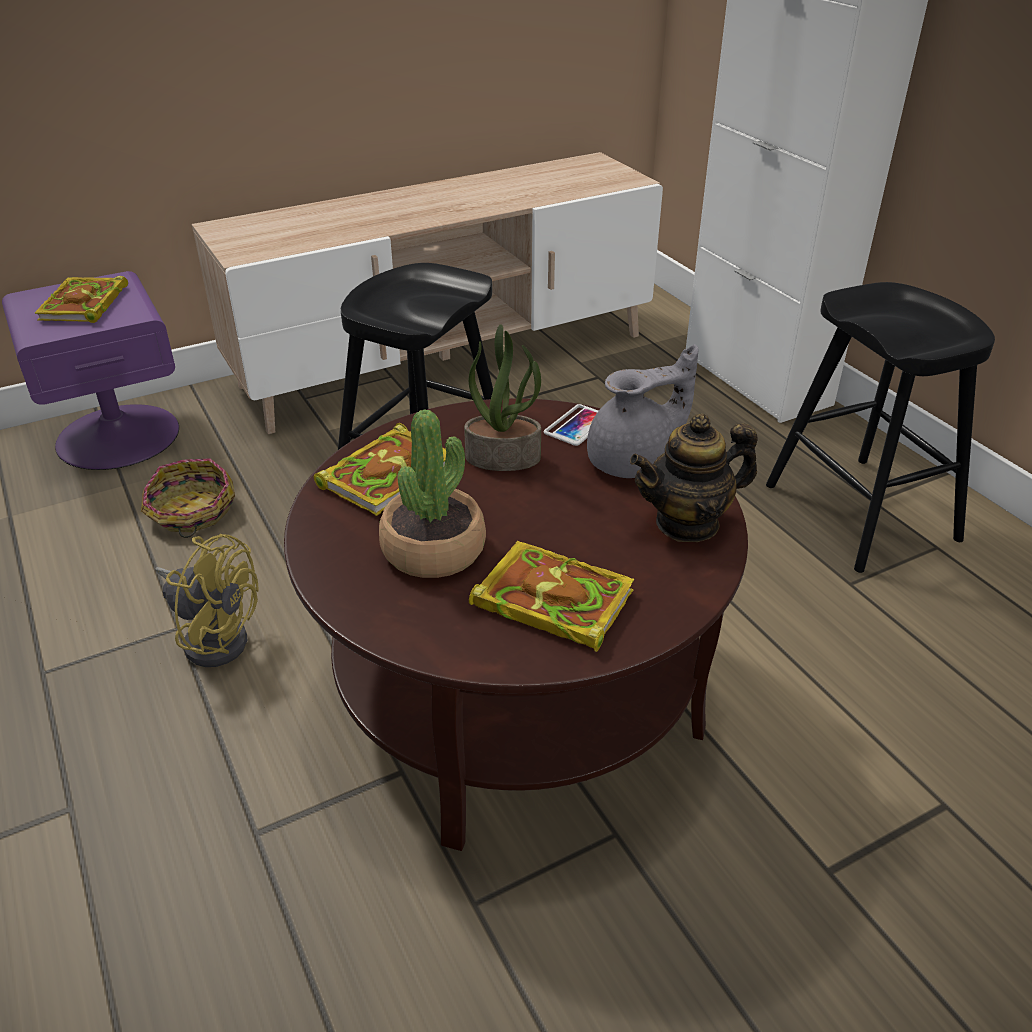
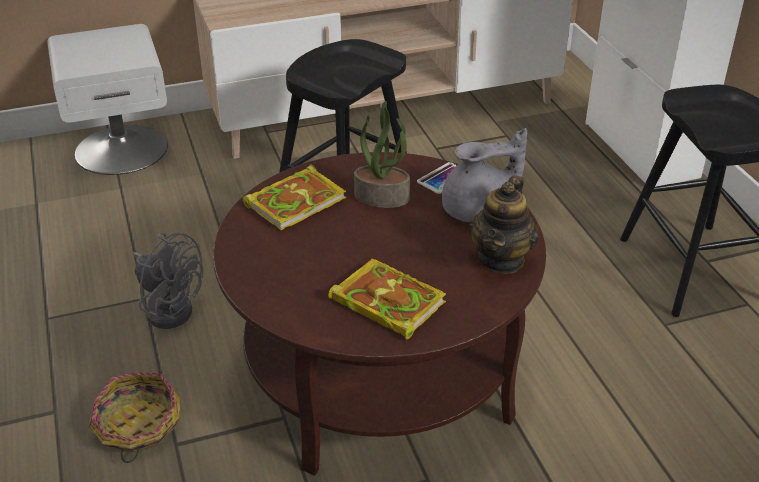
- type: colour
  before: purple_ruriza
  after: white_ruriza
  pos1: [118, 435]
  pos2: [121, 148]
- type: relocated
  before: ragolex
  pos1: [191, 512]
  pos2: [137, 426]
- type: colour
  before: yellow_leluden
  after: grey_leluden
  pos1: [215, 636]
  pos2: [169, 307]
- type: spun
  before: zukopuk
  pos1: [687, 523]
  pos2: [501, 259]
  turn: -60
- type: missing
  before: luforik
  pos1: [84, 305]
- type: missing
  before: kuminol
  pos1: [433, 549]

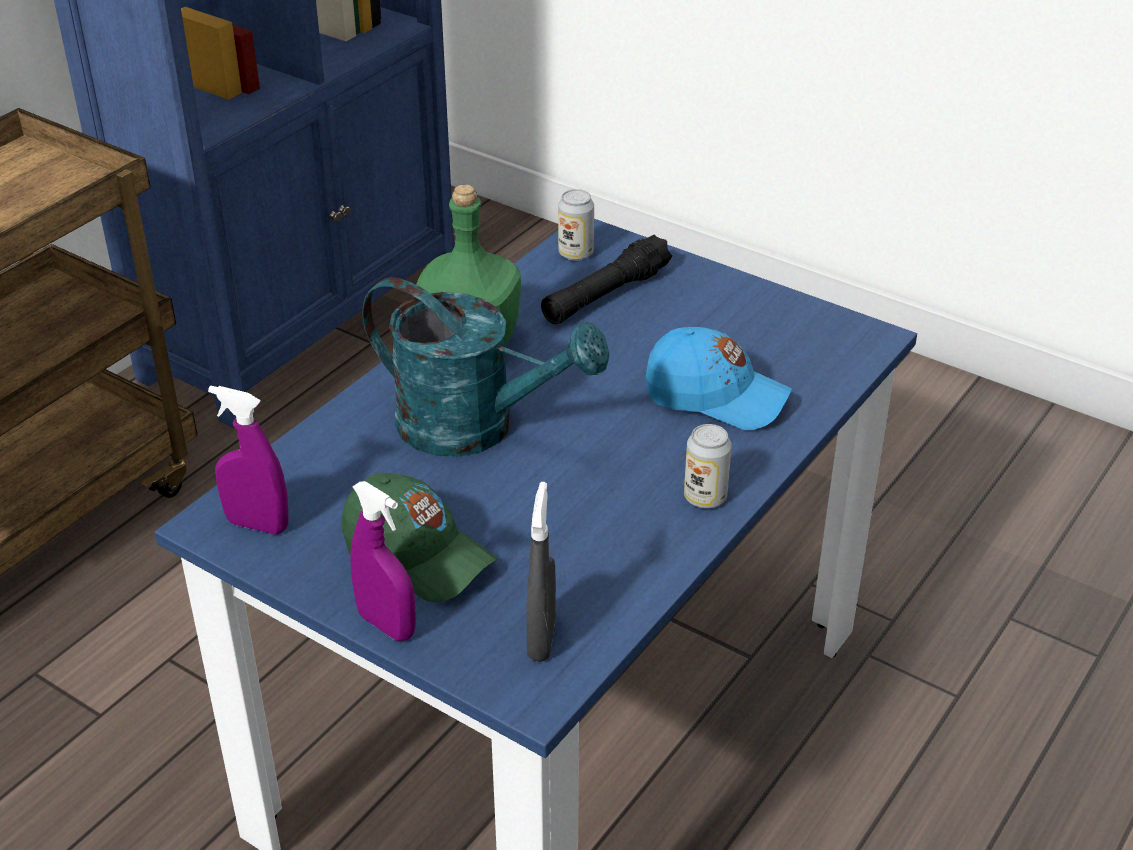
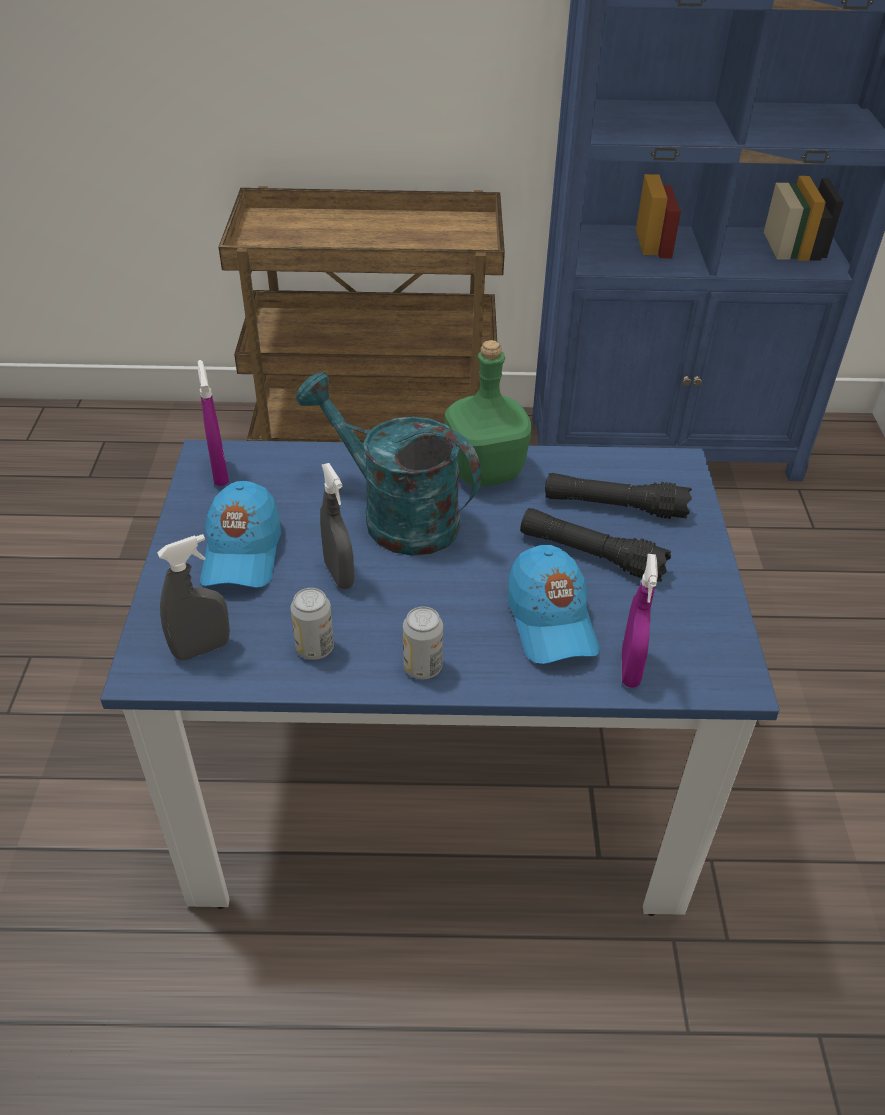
- type: colour
  before: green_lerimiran
  after: blue_lerimiran
  pos1: [418, 556]
  pos2: [242, 553]
- type: relocated
  before: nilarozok
  pos1: [576, 253]
  pos2: [315, 648]
- type: spun
  before: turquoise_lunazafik
  pos1: [475, 427]
  pos2: [395, 516]
  turn: 135
- type: appeared
  after: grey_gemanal
  pos2: [339, 575]
- type: appeared
  after: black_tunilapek
  pos2: [591, 555]
- type: relocated
  before: purple_gemanal
  pos1: [386, 625]
  pos2: [630, 669]

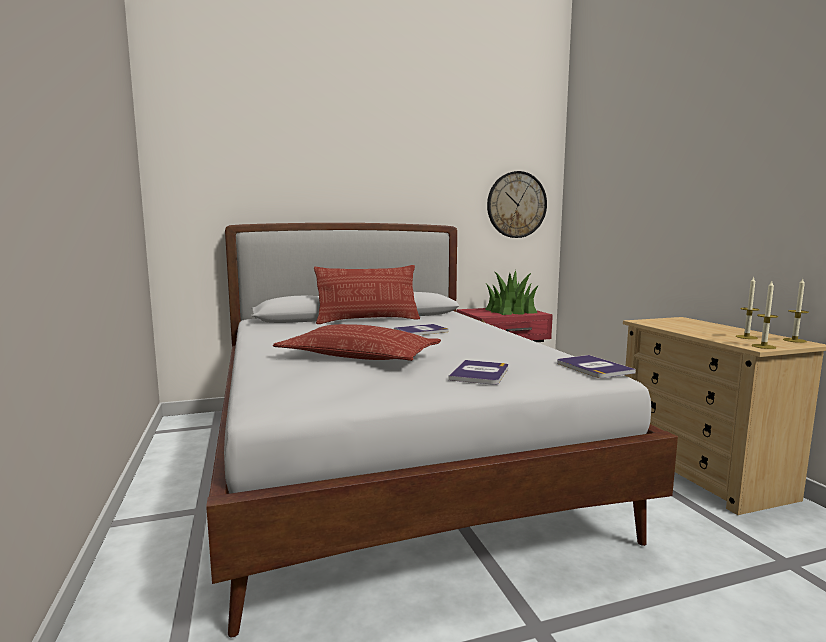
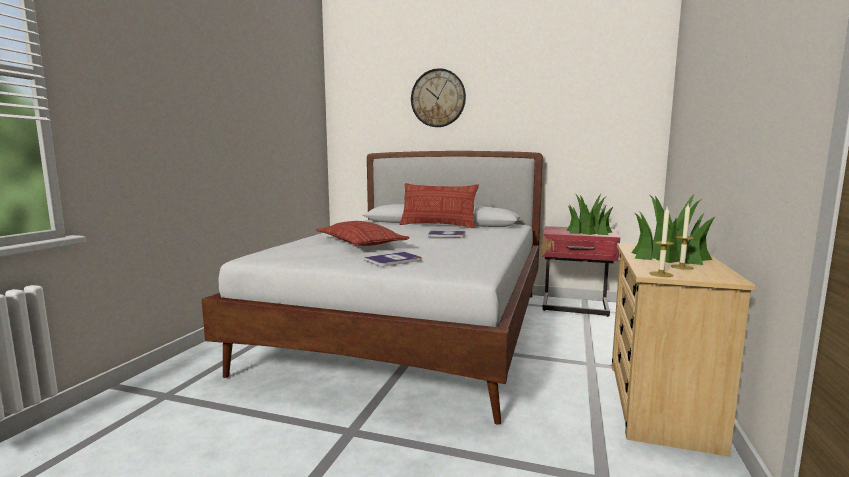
- type: relocated
  before: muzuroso
  pos1: [516, 205]
  pos2: [438, 98]
- type: appeared
  after: kuminol
  pos2: [669, 256]
- type: missing
  before: luforik
  pos1: [593, 368]
- type: missing
  before: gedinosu
  pos1: [794, 340]

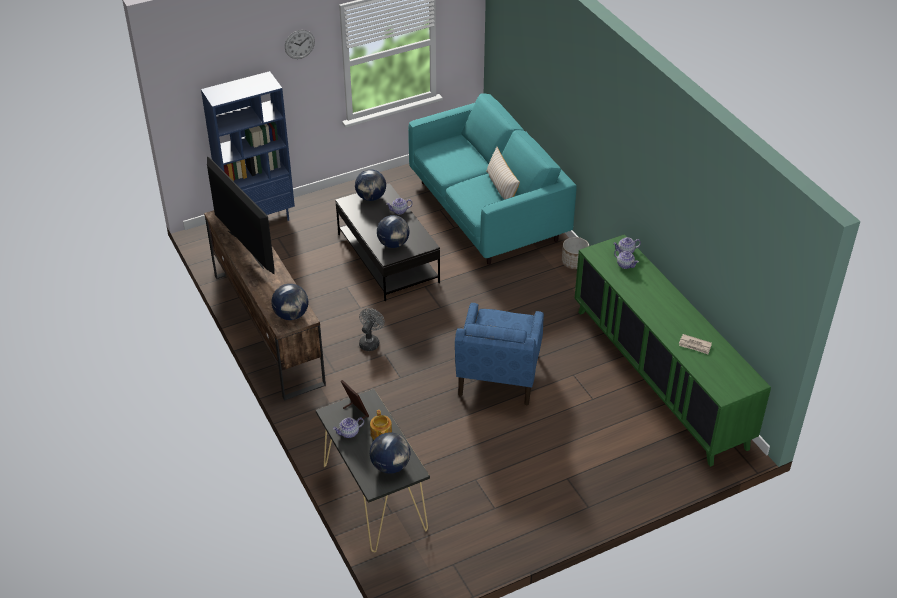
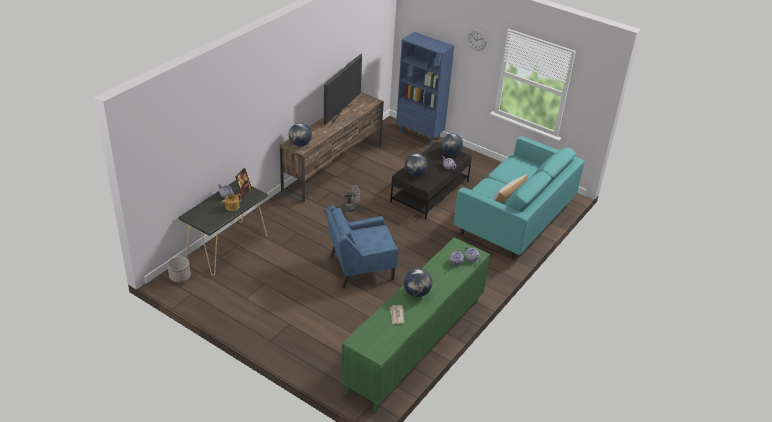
- type: relocated
  before: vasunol
  pos1: [574, 262]
  pos2: [180, 276]
- type: relocated
  before: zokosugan
  pos1: [391, 466]
  pos2: [416, 293]

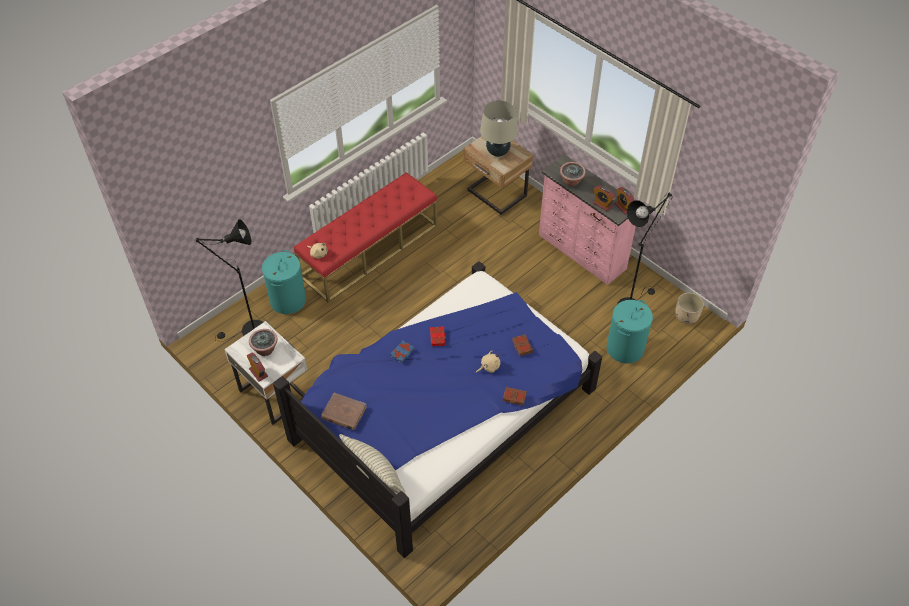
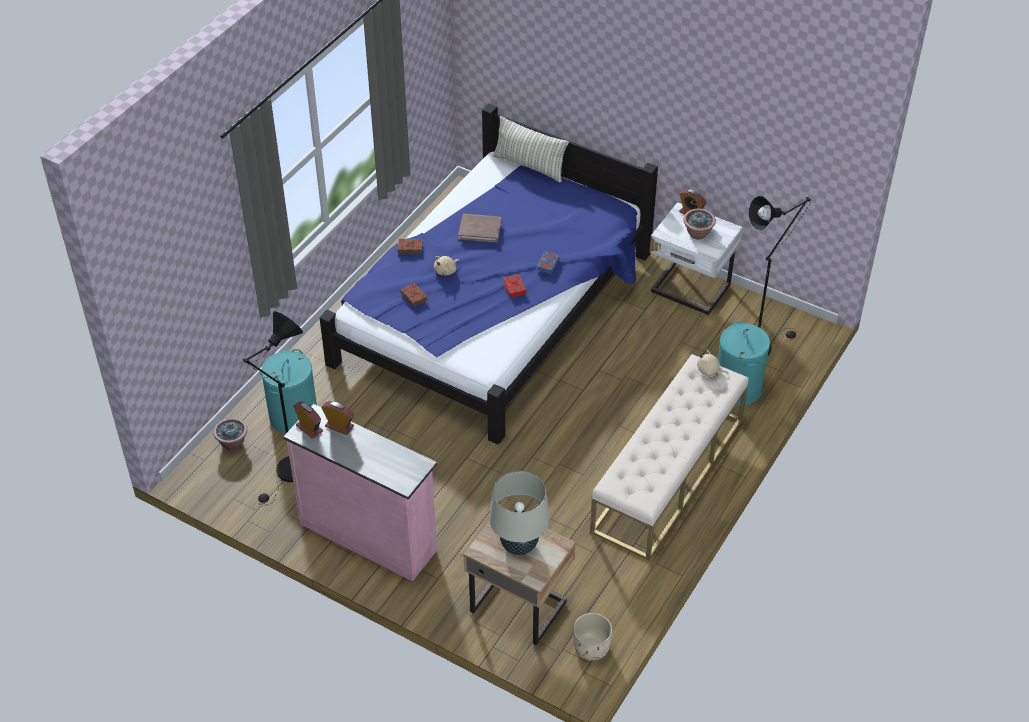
- type: relocated
  before: kuminol
  pos1: [571, 182]
  pos2: [232, 443]
- type: relocated
  before: brown_luforik
  pos1: [344, 413]
  pos2: [480, 230]
- type: relocated
  before: beige_vasunol
  pos1: [686, 316]
  pos2: [592, 647]
- type: colour
  before: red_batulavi
  after: beige_batulavi
  pos1: [369, 250]
  pos2: [668, 475]

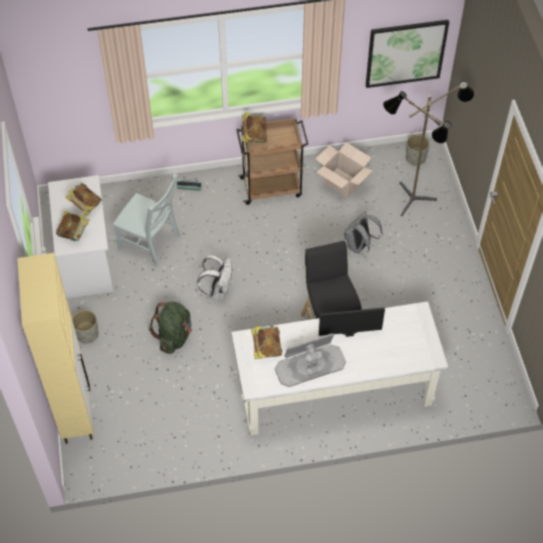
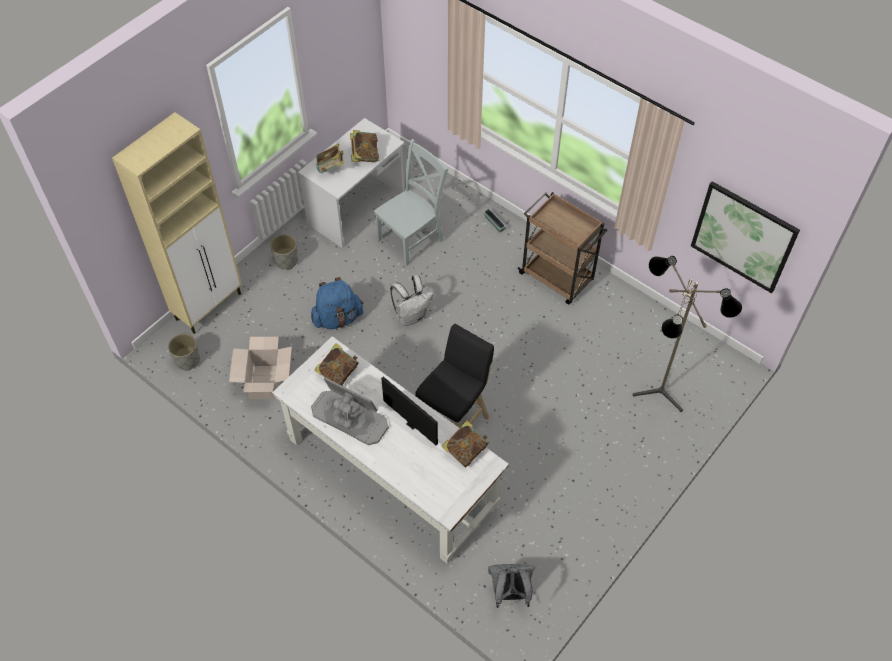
- type: relocated
  before: grey_vasunol
  pos1: [415, 158]
  pos2: [188, 360]
- type: relocated
  before: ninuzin
  pos1: [342, 182]
  pos2: [266, 382]
- type: colour
  before: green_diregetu
  after: blue_diregetu
  pos1: [174, 336]
  pos2: [338, 318]
- type: spun
  before: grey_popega
  pos1: [151, 243]
  pos2: [412, 238]
  turn: -120
- type: relocated
  before: luforik
  pos1: [254, 136]
  pos2: [465, 450]
- type: relocated
  before: grey_diregetu
  pos1: [359, 246]
  pos2: [510, 594]

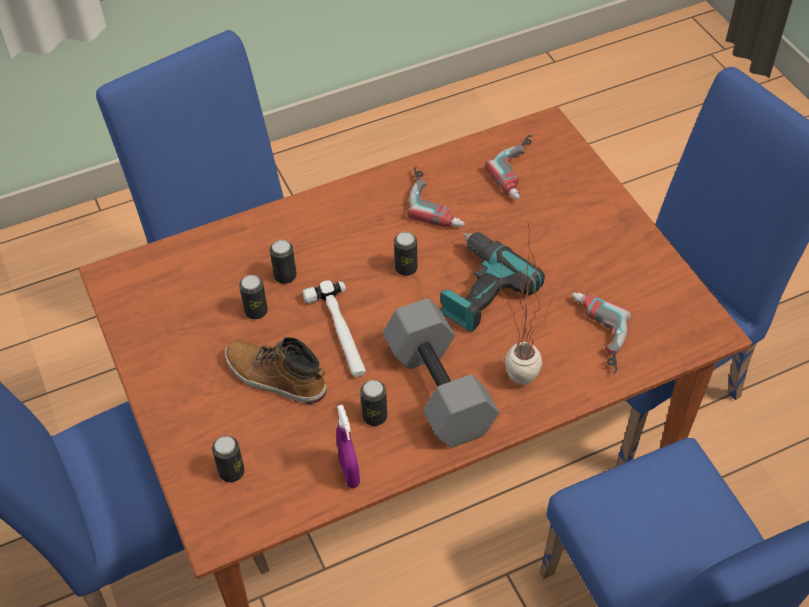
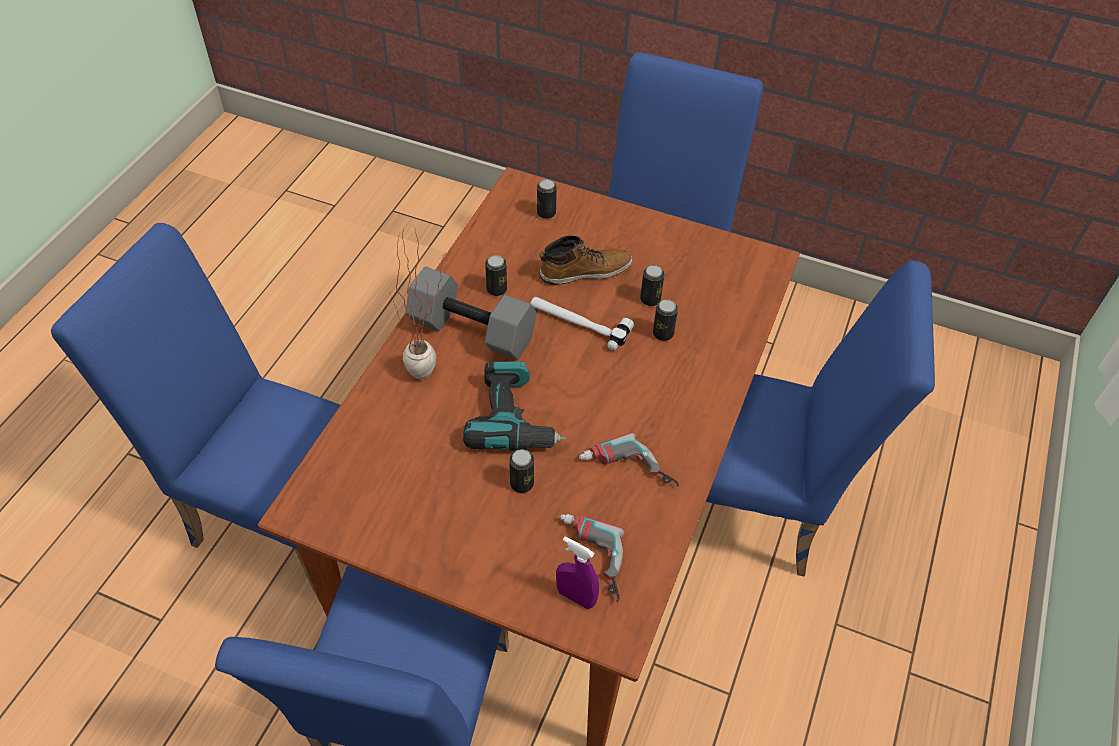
- type: relocated
  before: nilarozok
  pos1: [406, 268]
  pos2: [522, 484]
- type: relocated
  before: purple_gemanal
  pos1: [349, 472]
  pos2: [576, 597]
- type: missing
  before: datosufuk
  pos1: [593, 335]

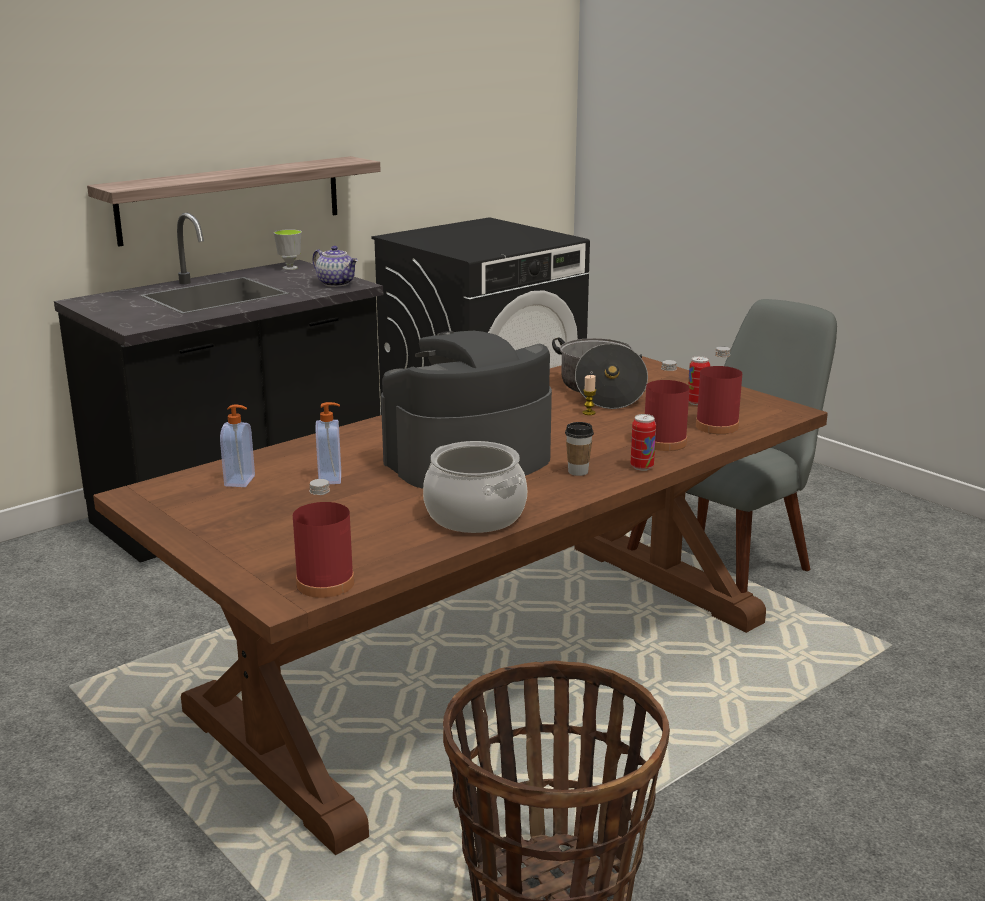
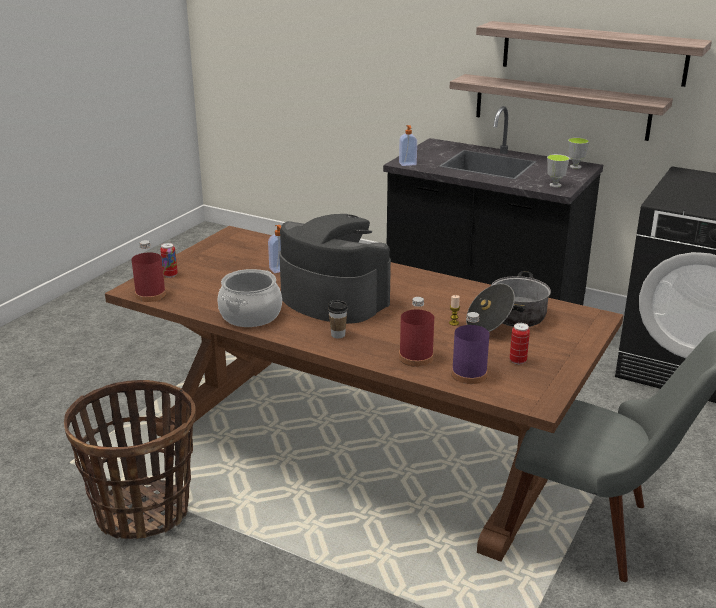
- type: relocated
  before: nilarozok
  pos1: [642, 467]
  pos2: [170, 275]
- type: relocated
  before: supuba
  pos1: [241, 481]
  pos2: [407, 164]
- type: colour
  before: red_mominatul
  after: purple_mominatul
  pos1: [717, 426]
  pos2: [469, 374]
- type: appeared
  after: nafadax
  pos2: [592, 53]
- type: exchanged
  before: zukopuk
  after: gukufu
  pos1: [337, 283]
  pos2: [555, 185]

